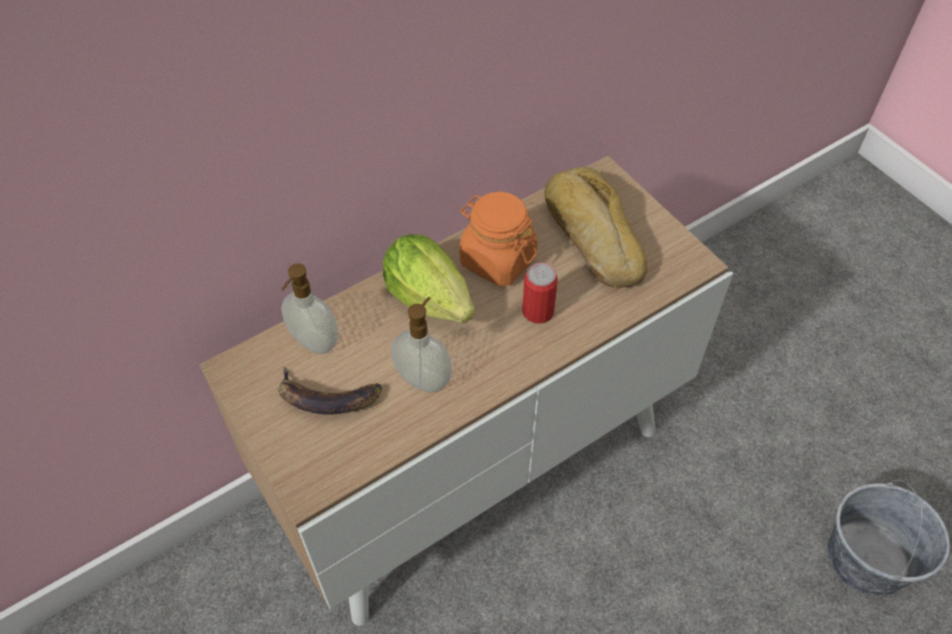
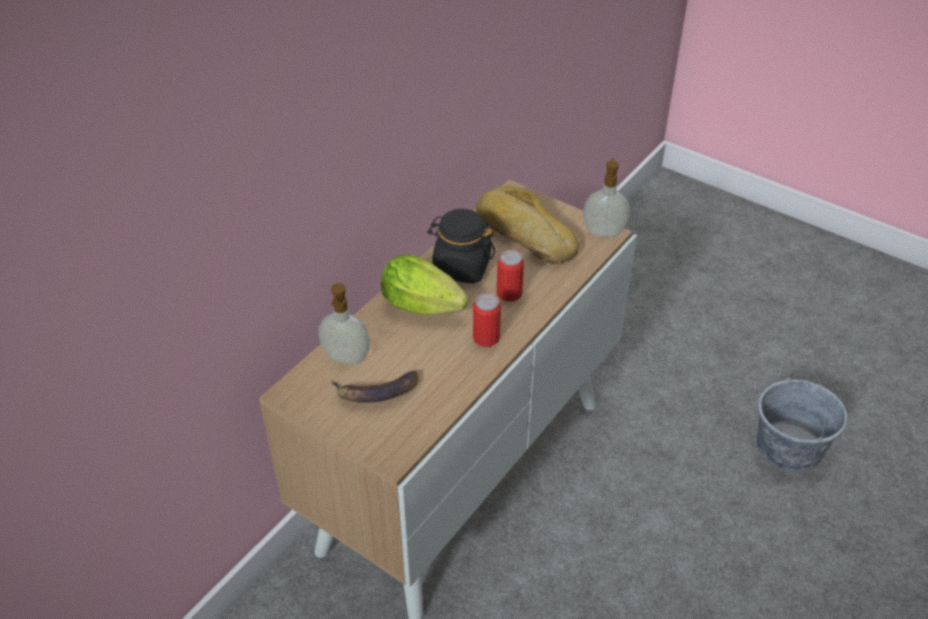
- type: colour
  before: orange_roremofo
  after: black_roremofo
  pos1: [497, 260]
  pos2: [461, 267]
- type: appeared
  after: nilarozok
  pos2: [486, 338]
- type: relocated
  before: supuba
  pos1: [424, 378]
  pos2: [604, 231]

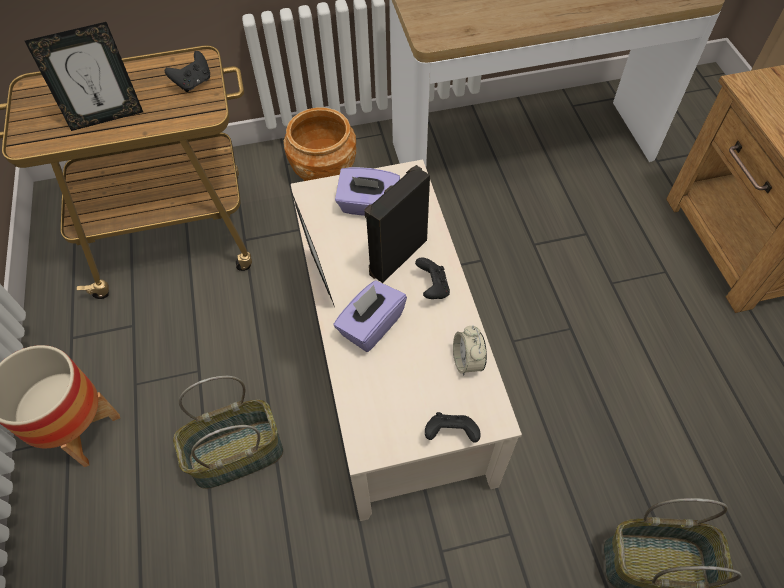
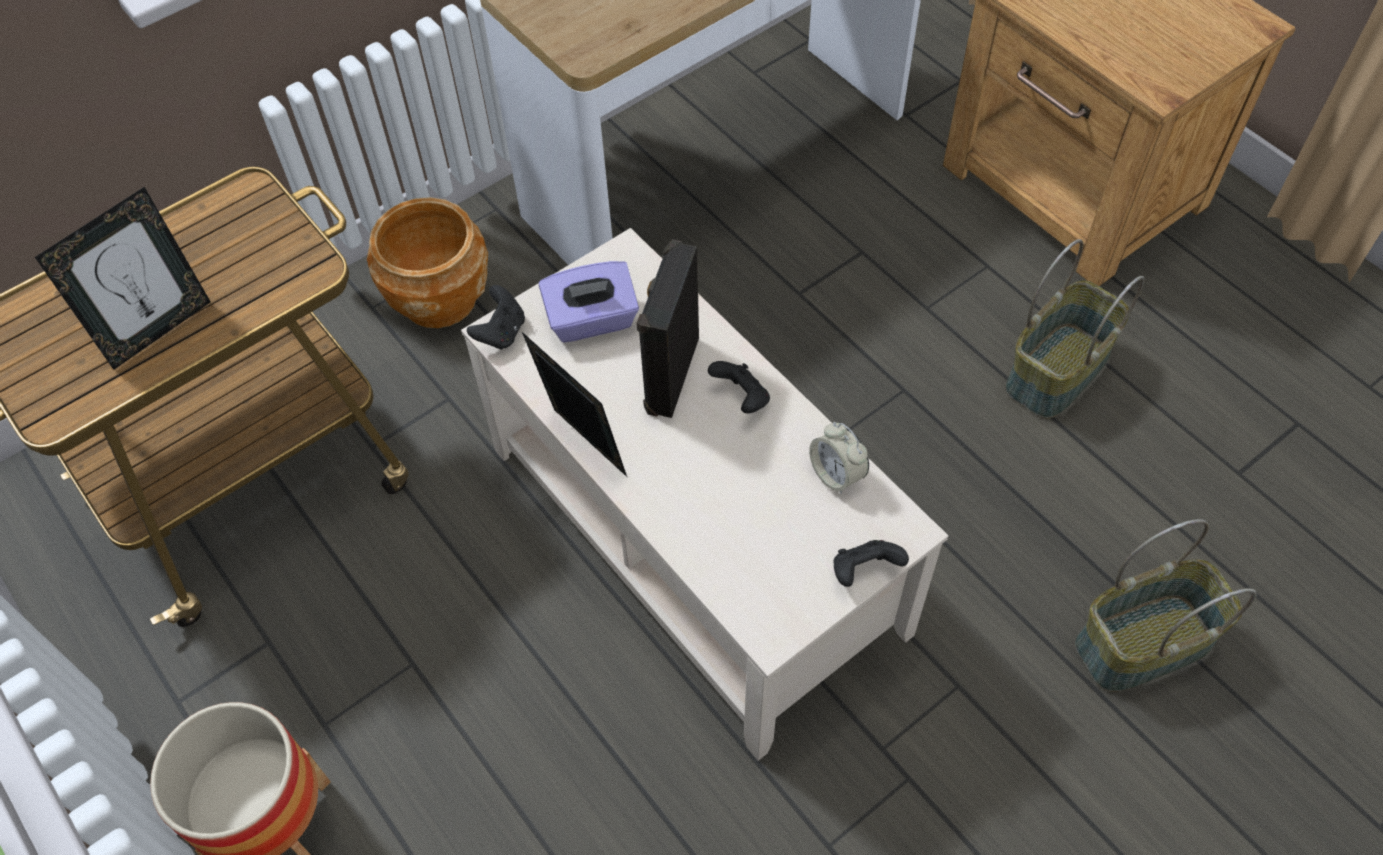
- type: relocated
  before: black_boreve
  pos1: [193, 83]
  pos2: [501, 332]
- type: relocated
  before: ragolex
  pos1: [236, 456]
  pos2: [1058, 373]
- type: missing
  before: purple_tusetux
  pos1: [371, 326]

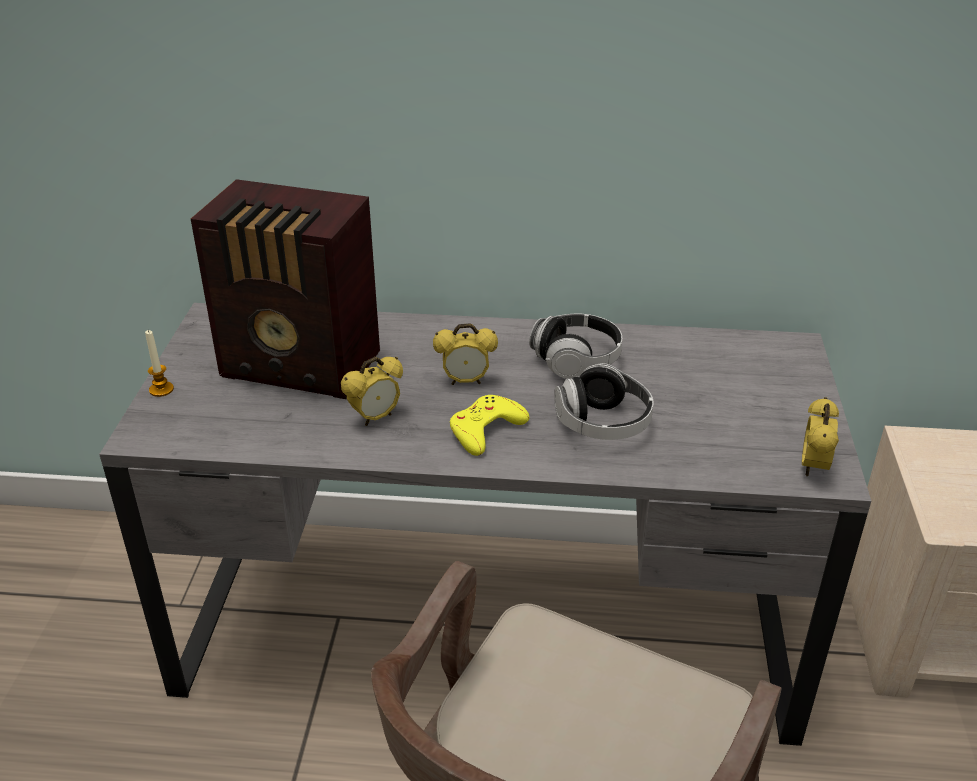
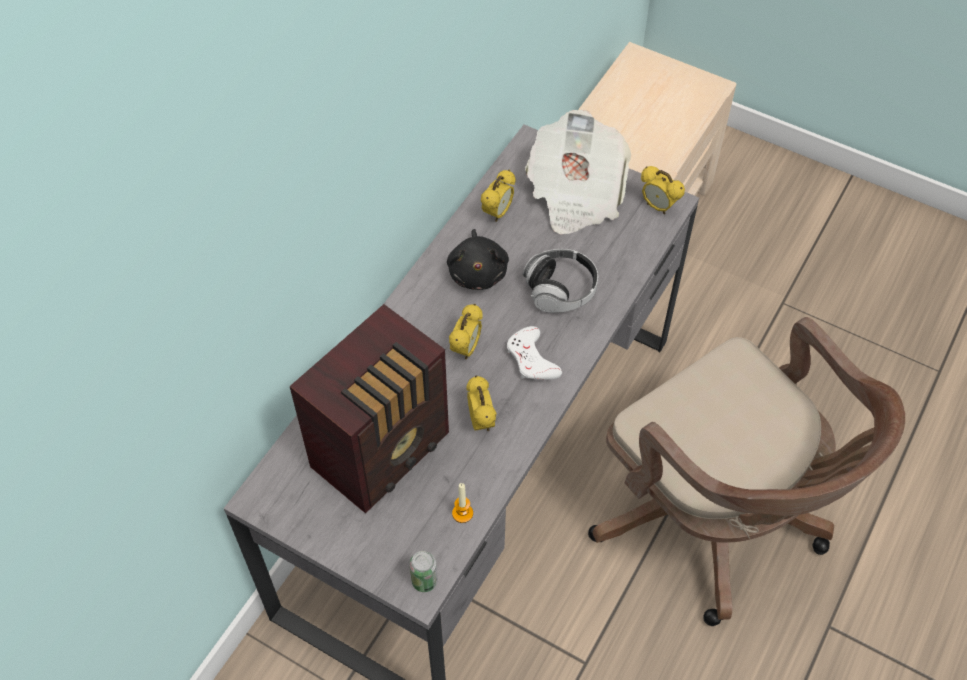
- type: appeared
  after: nilarozok
  pos2: [424, 581]
- type: exchanged
  before: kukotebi
  after: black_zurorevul
  pos1: [576, 360]
  pos2: [478, 272]
- type: relocated
  before: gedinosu
  pos1: [161, 389]
  pos2: [462, 513]
- type: appeared
  after: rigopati
  pos2: [497, 213]
- type: colour
  before: yellow_boreve
  after: white_boreve
  pos1: [485, 430]
  pos2: [532, 359]
- type: appeared
  after: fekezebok
  pos2: [575, 194]

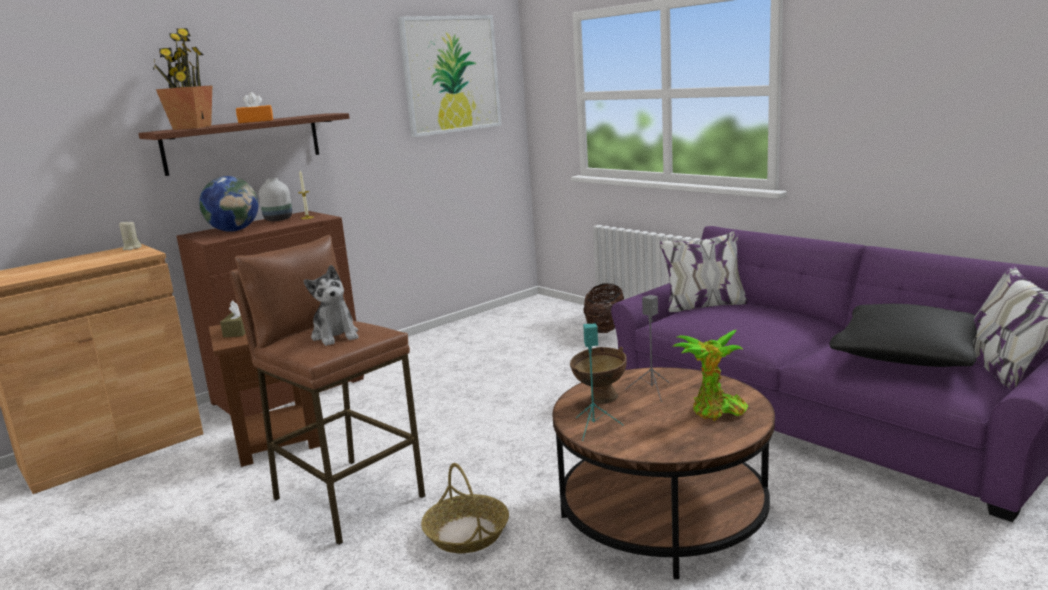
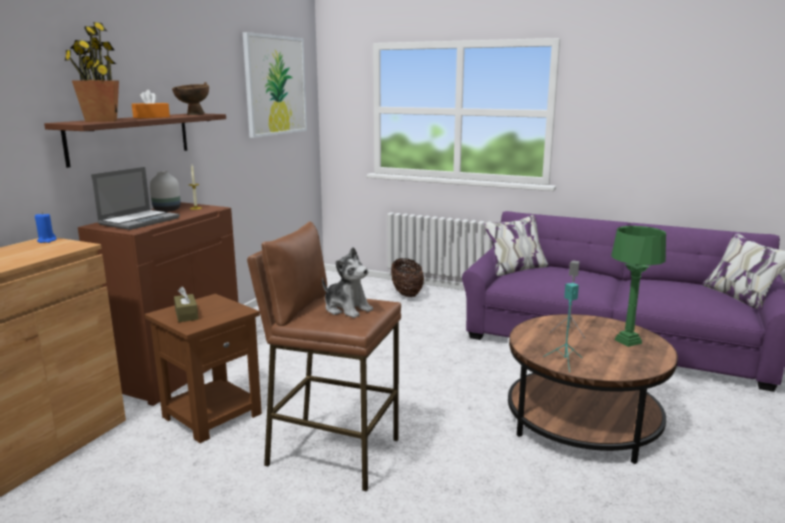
- type: colour
  before: beige_gedinosu
  after: blue_gedinosu
  pos1: [132, 248]
  pos2: [47, 240]
- type: exchanged
  before: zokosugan
  after: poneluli
  pos1: [234, 230]
  pos2: [139, 221]
- type: relocated
  before: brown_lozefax
  pos1: [599, 400]
  pos2: [192, 114]
- type: exchanged
  before: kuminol
  after: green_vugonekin
  pos1: [715, 412]
  pos2: [627, 341]
- type: missing
  before: ragolex
  pos1: [466, 533]
- type: missing
  before: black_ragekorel
  pos1: [906, 355]

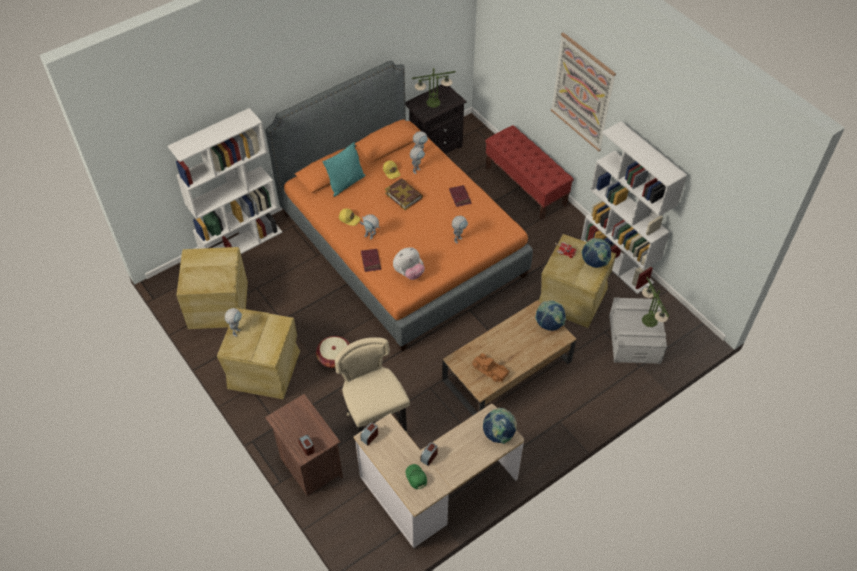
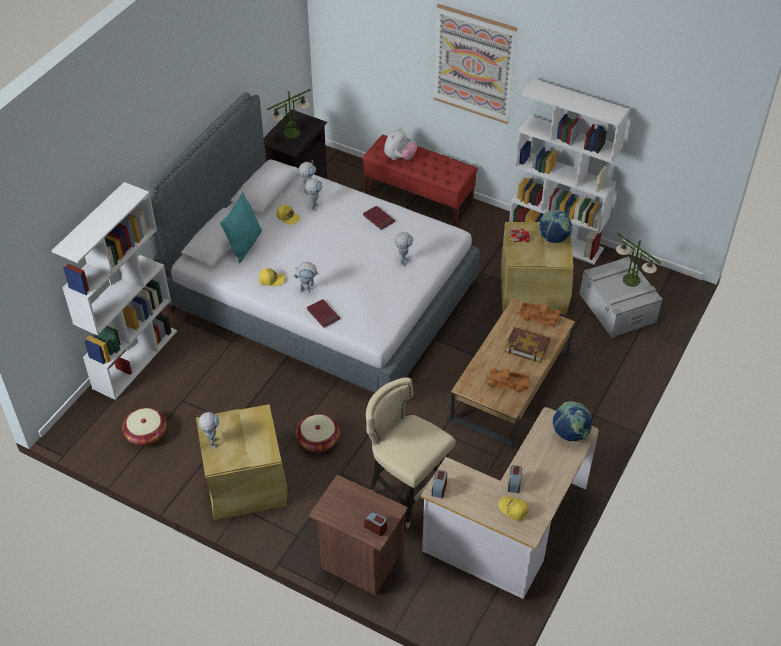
- type: exchanged
  before: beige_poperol
  after: ragolex
  pos1: [217, 304]
  pos2: [146, 434]
- type: colour
  before: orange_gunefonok
  after: grey_gunefonok
  pos1: [401, 244]
  pos2: [320, 298]
- type: relocated
  before: zurorevul
  pos1: [409, 273]
  pos2: [399, 157]
- type: colour
  before: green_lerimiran
  after: yellow_lerimiran
  pos1: [416, 478]
  pos2: [513, 509]
- type: relocated
  before: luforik
  pos1: [404, 195]
  pos2: [527, 346]
- type: exchanged
  before: zokosugan
  after: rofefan
  pos1: [549, 324]
  pos2: [539, 317]

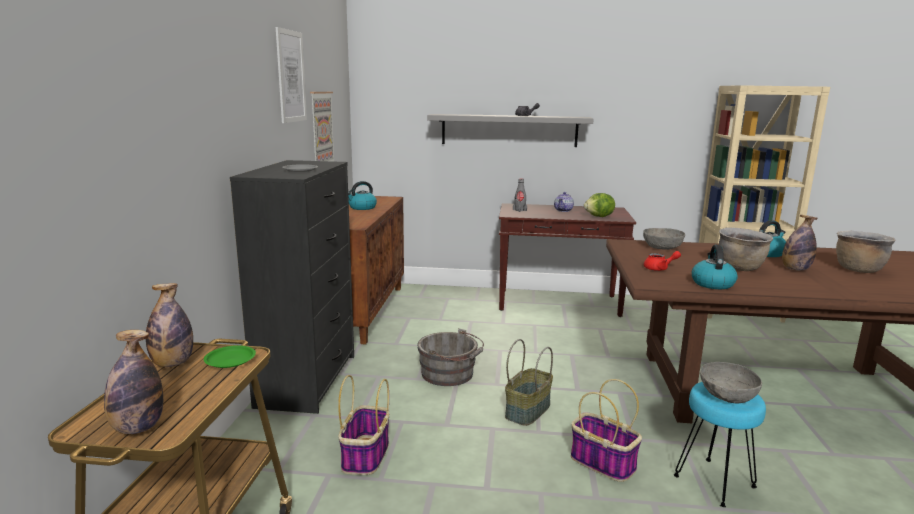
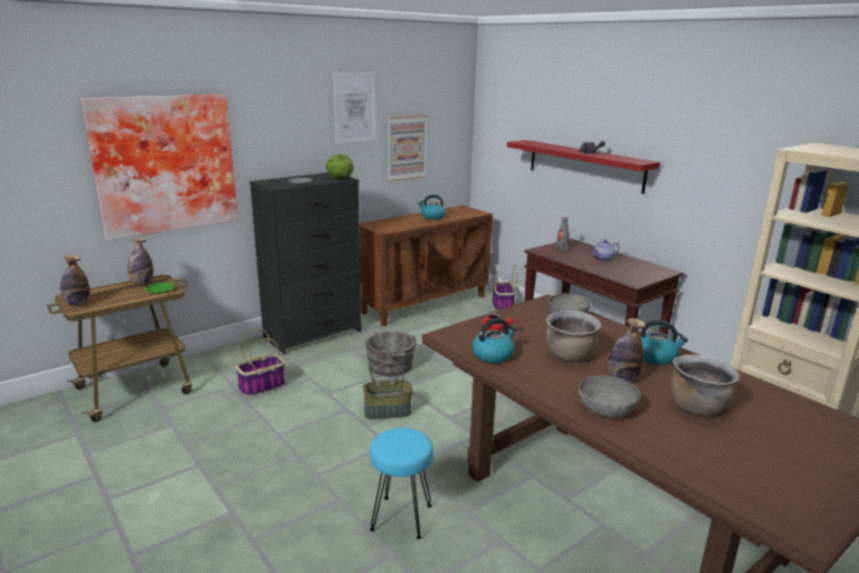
- type: appeared
  after: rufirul
  pos2: [165, 164]
- type: relocated
  before: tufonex
  pos1: [599, 217]
  pos2: [339, 178]
- type: relocated
  before: ragolex
  pos1: [601, 462]
  pos2: [502, 305]
- type: colour
  before: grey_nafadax
  after: red_nafadax
  pos1: [509, 130]
  pos2: [585, 165]
- type: relocated
  before: grey_lozefax
  pos1: [727, 395]
  pos2: [606, 409]

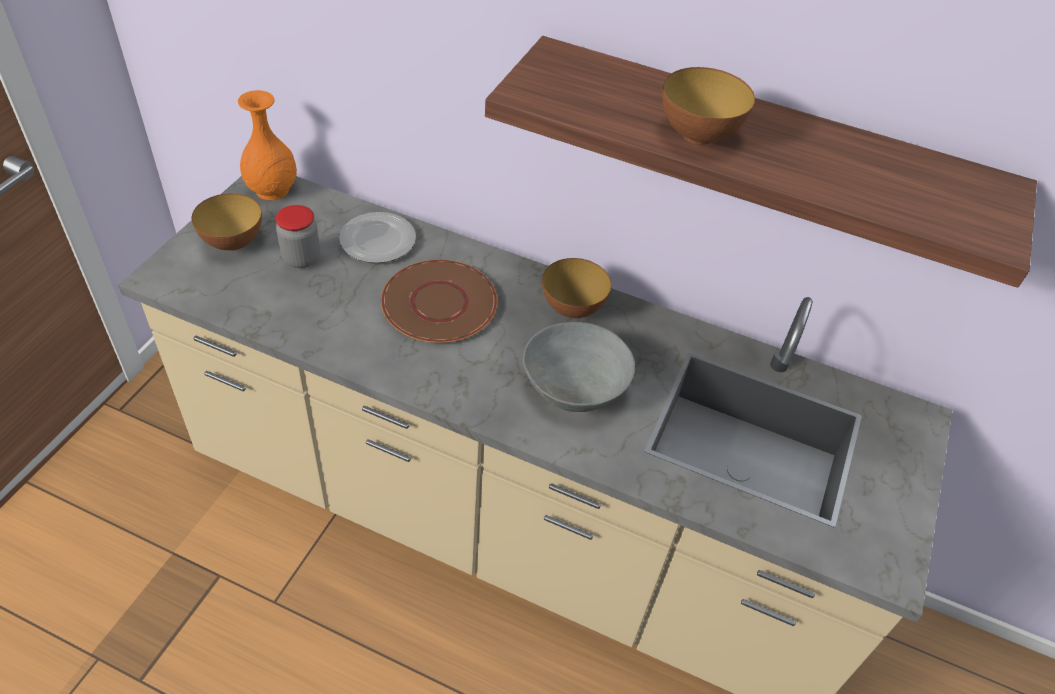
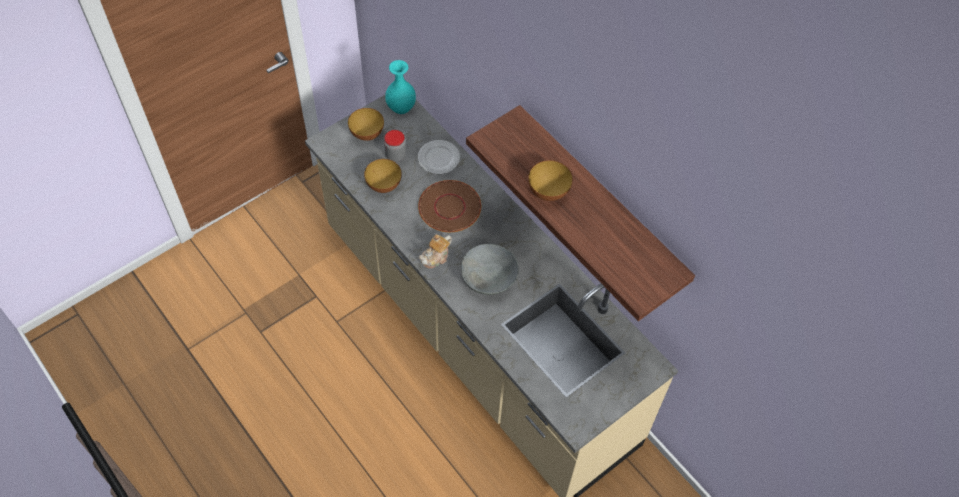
- type: relocated
  before: lozefax
  pos1: [572, 308]
  pos2: [384, 185]
- type: colour
  before: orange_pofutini
  after: turquoise_pofutini
  pos1: [272, 190]
  pos2: [401, 107]
- type: appeared
  after: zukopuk
  pos2: [435, 257]

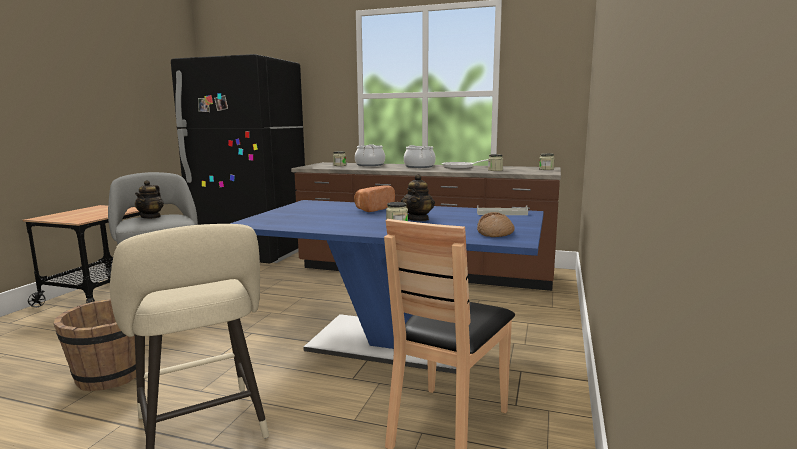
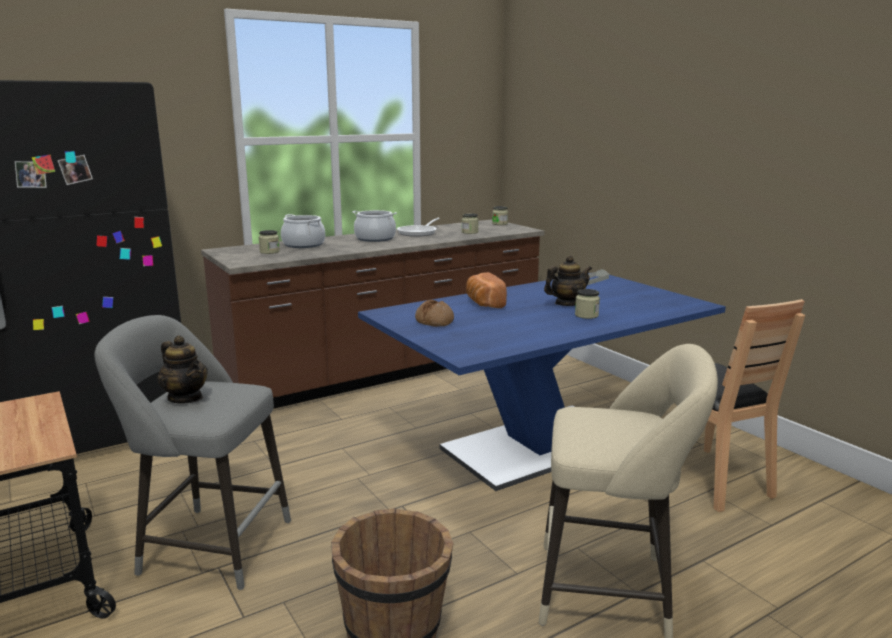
- type: relocated
  before: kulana
  pos1: [495, 233]
  pos2: [434, 321]
- type: spun
  before: zukopuk
  pos1: [418, 219]
  pos2: [566, 304]
  turn: -75

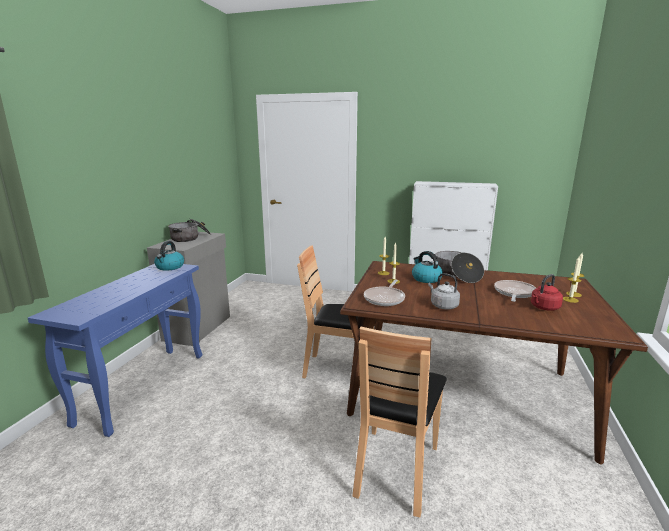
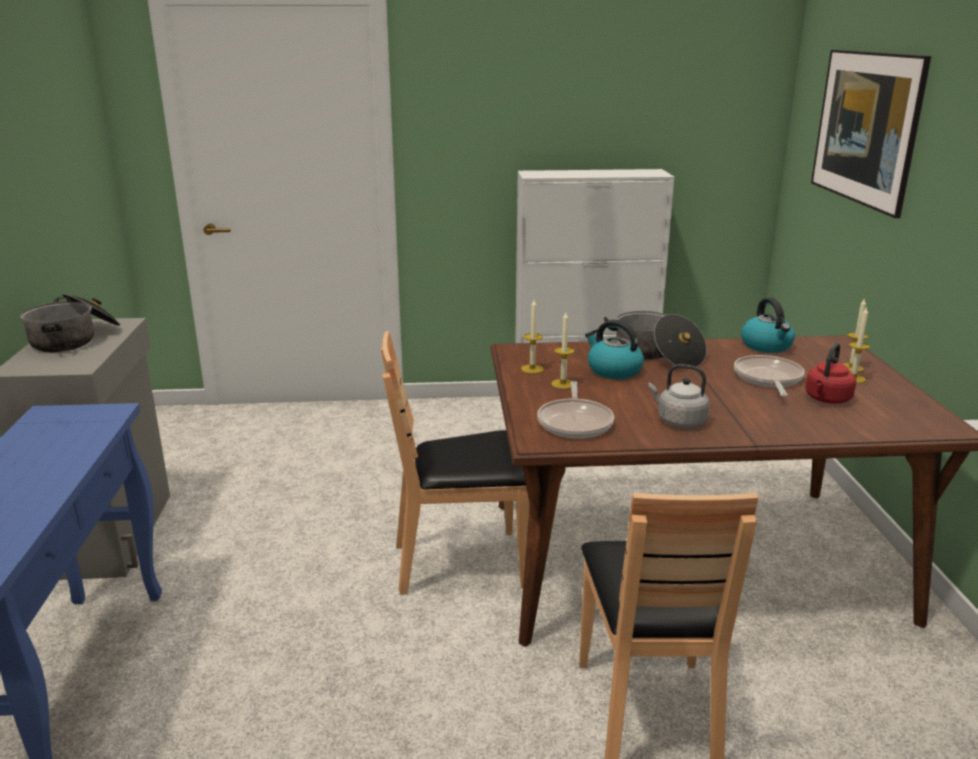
- type: relocated
  before: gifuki
  pos1: [170, 267]
  pos2: [767, 346]
- type: appeared
  after: rufirul
  pos2: [859, 164]

